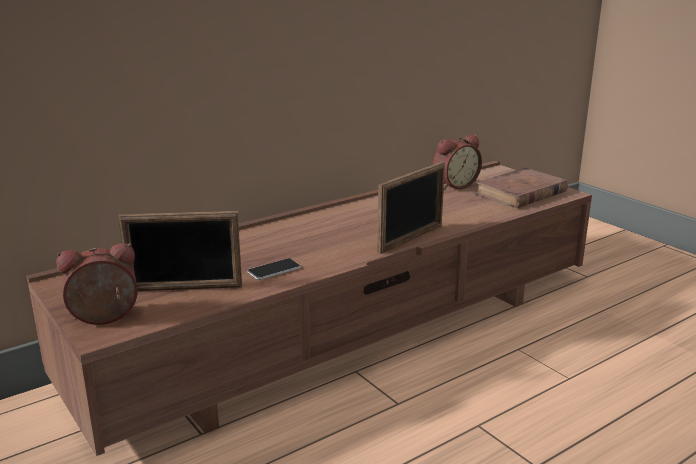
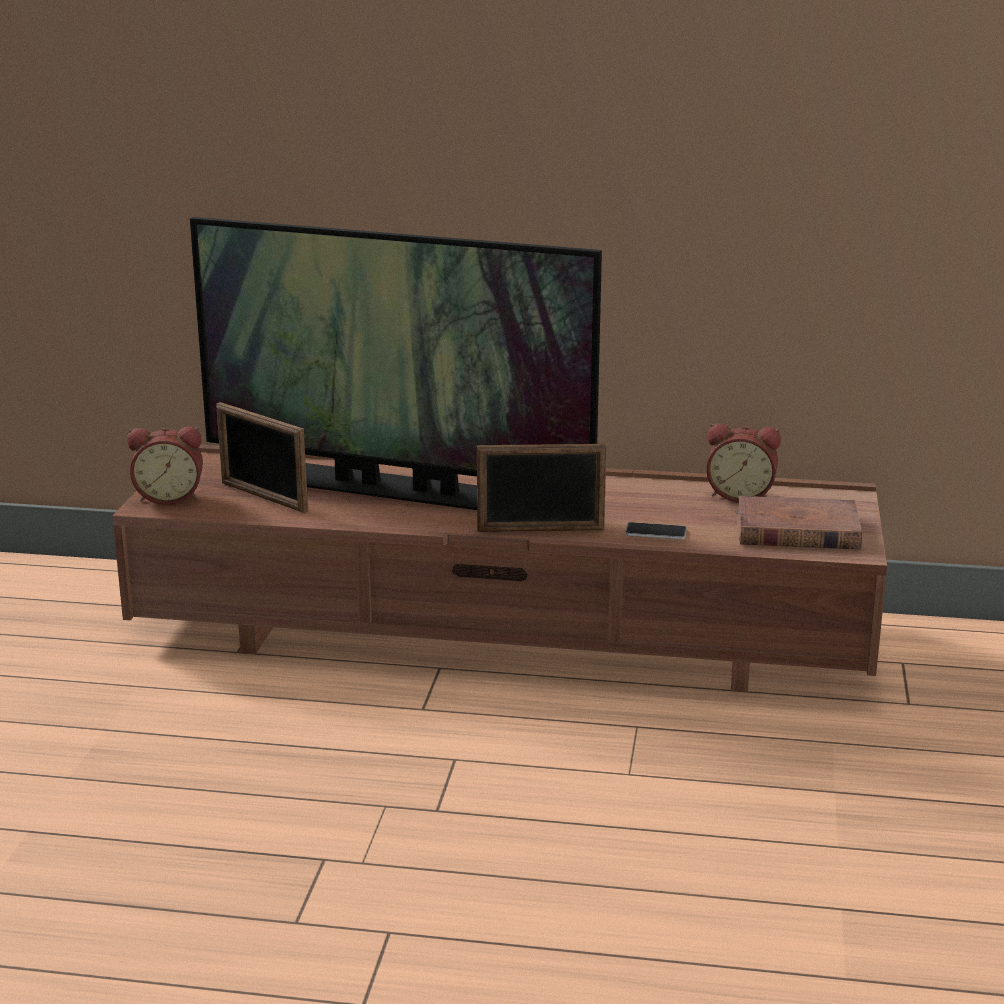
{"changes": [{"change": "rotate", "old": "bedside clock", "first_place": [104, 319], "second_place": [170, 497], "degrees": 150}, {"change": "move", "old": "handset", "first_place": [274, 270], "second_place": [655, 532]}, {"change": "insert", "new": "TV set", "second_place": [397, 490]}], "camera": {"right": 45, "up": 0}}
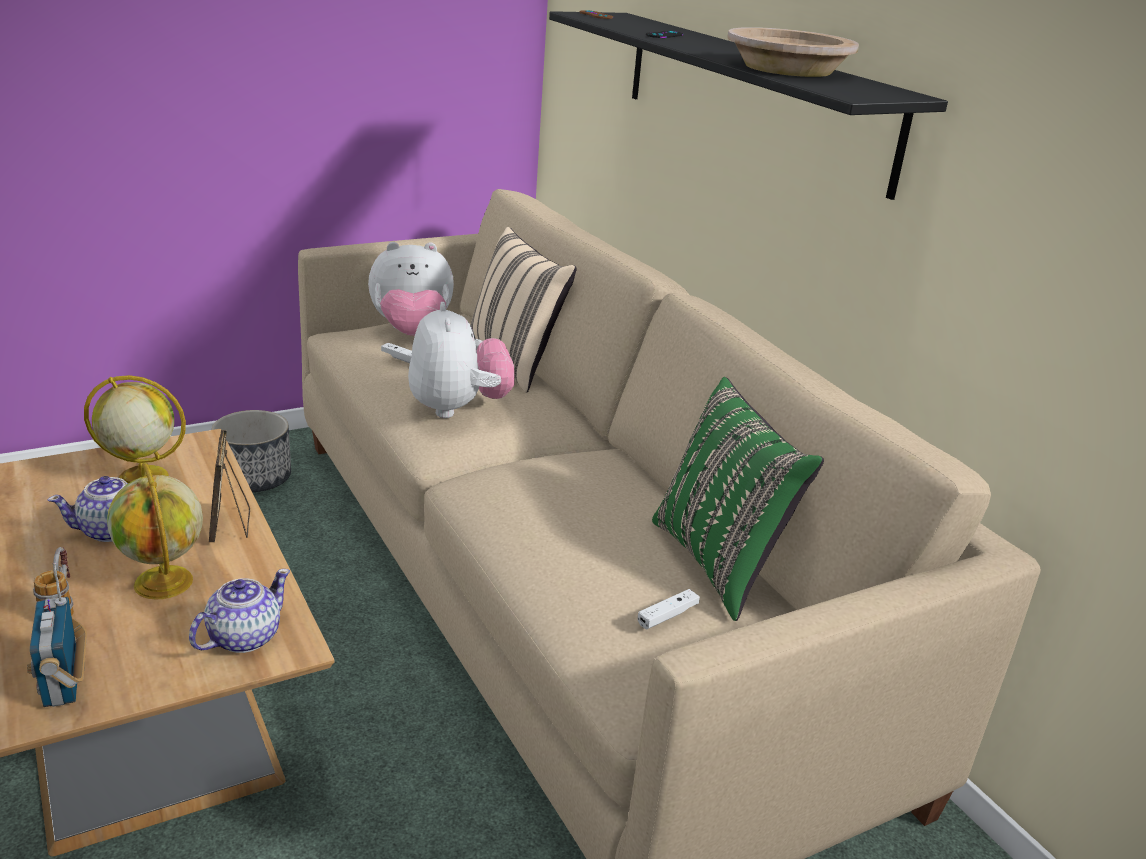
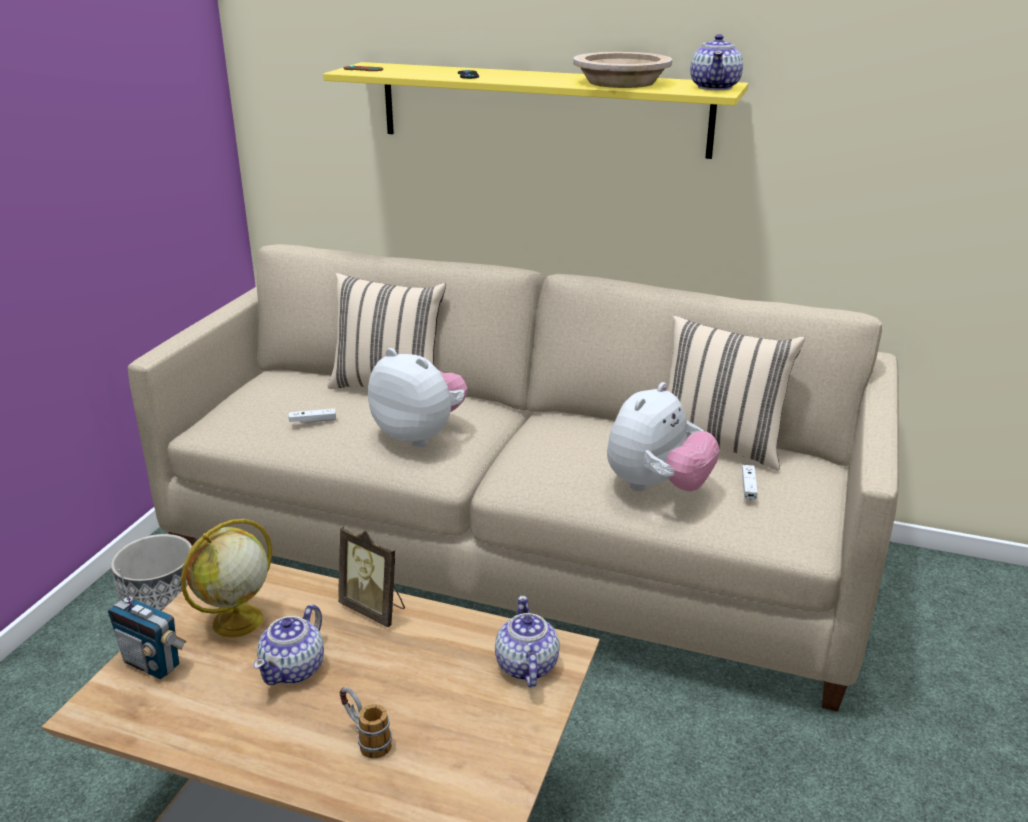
{"changes": [{"change": "recolor", "old": "blackish shelf", "new": "yellowish shelf", "first_place": [751, 95], "second_place": [542, 109]}, {"change": "move", "old": "plush toy", "first_place": [411, 332], "second_place": [657, 487]}, {"change": "recolor", "old": "green-coloured pillow", "new": "sand-coloured pillow", "first_place": [720, 563], "second_place": [719, 445]}, {"change": "delete", "old": "desk globe", "first_place": [164, 583]}, {"change": "move", "old": "radio", "first_place": [64, 685], "second_place": [153, 663]}, {"change": "insert", "new": "teapot", "second_place": [715, 87]}], "camera": {"right": -40, "up": 0}}
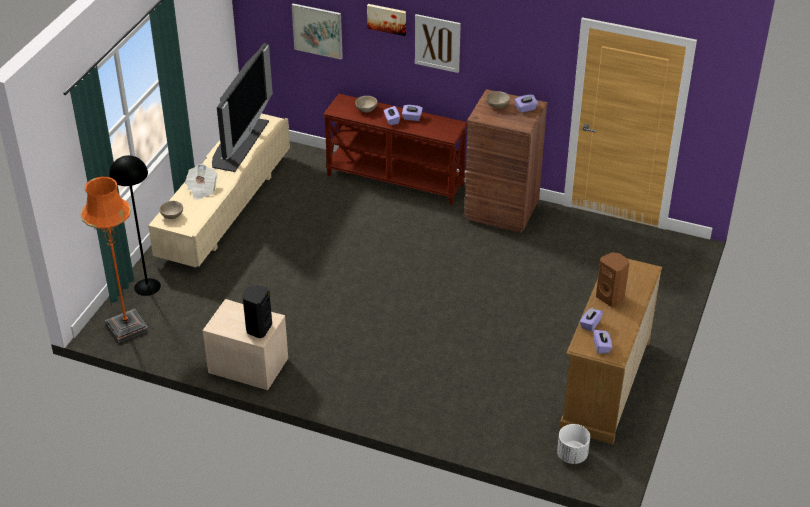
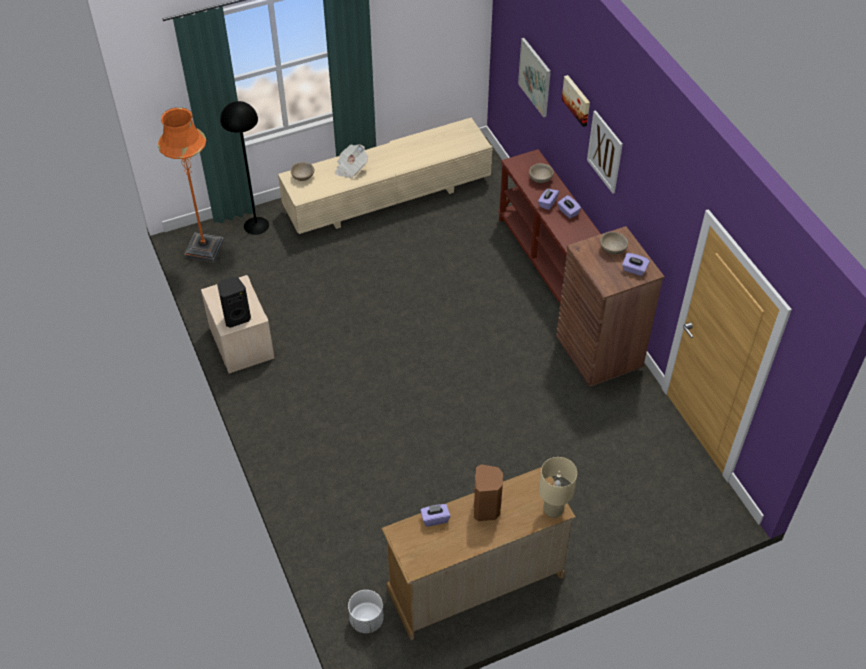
{"changes": [{"change": "delete", "old": "TV set", "first_place": [239, 143]}, {"change": "delete", "old": "purplish tissue box", "first_place": [601, 346]}, {"change": "insert", "new": "sand-coloured lamp for a table", "second_place": [553, 511]}], "camera": {"right": 45, "up": 10}}
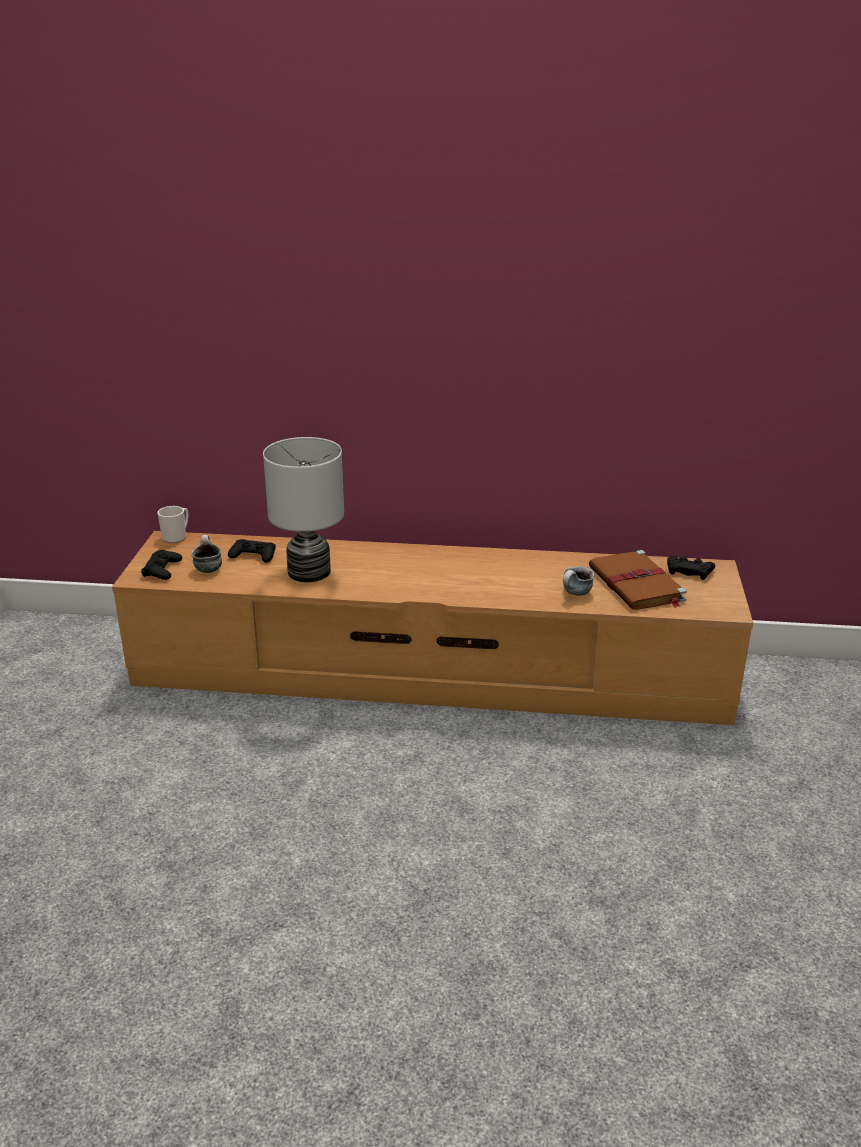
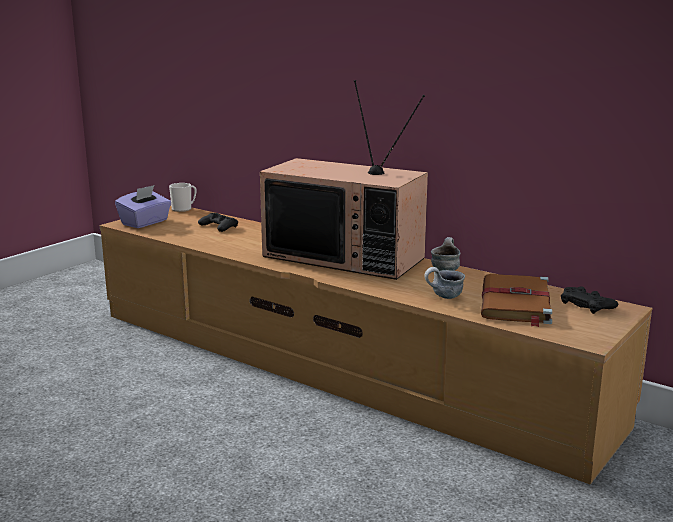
{"changes": [{"change": "delete", "old": "gray lamp for a table", "first_place": [309, 572]}, {"change": "move", "old": "coffee mug", "first_place": [207, 568], "second_place": [444, 269]}, {"change": "replace", "old": "blackish gamepad", "new": "purplish tissue box", "first_place": [162, 569], "second_place": [145, 222]}, {"change": "insert", "new": "TV set", "second_place": [346, 257]}], "camera": {"right": 30, "up": -10}}
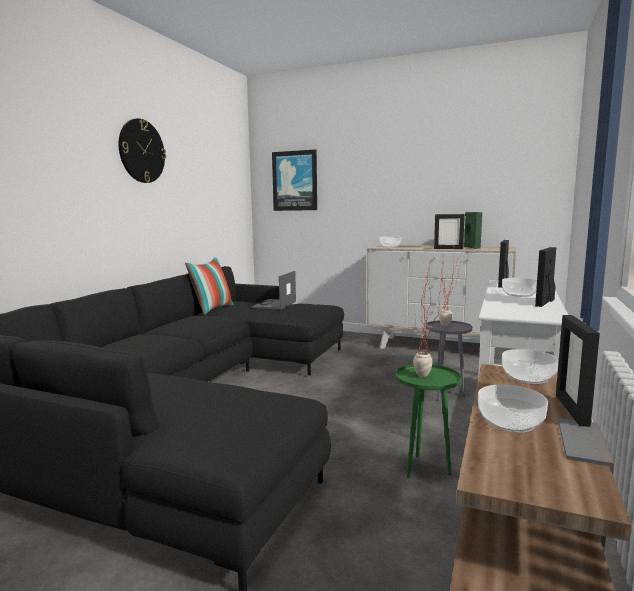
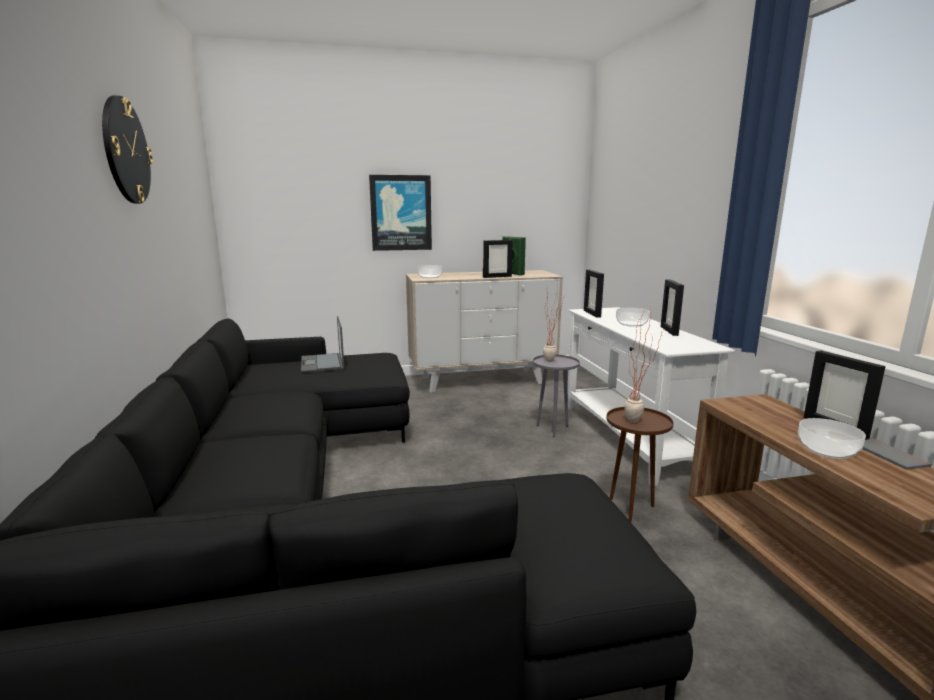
{"changes": [{"change": "move", "old": "picture", "first_place": [295, 181], "second_place": [401, 213]}, {"change": "delete", "old": "pillow", "first_place": [212, 309]}, {"change": "delete", "old": "bowl", "first_place": [528, 377]}, {"change": "recolor", "old": "green-coloured end table", "new": "brown end table", "first_place": [425, 468], "second_place": [630, 508]}], "camera": {"right": -35, "up": 5}}
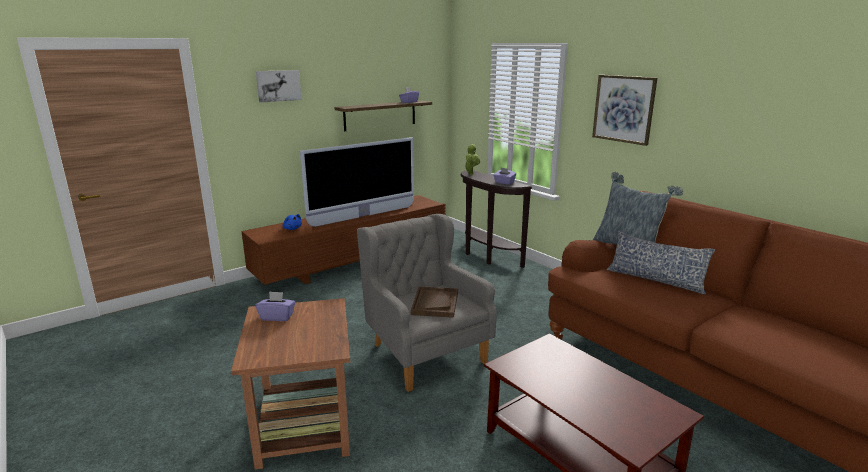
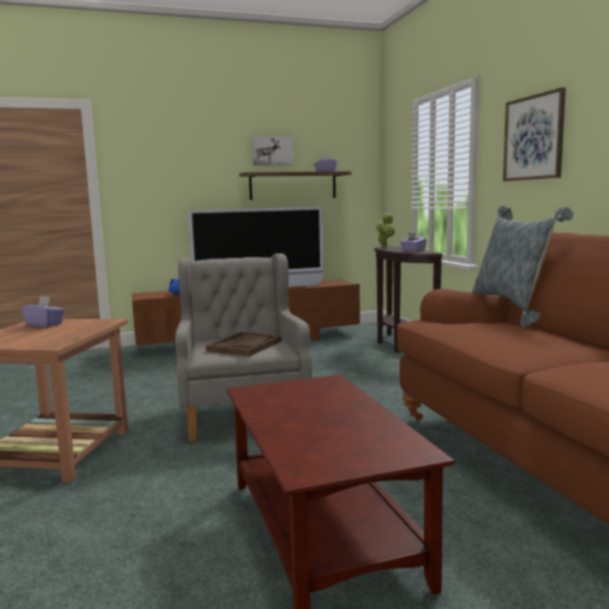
{"changes": [{"change": "move", "old": "picture", "first_place": [278, 85], "second_place": [272, 151]}, {"change": "delete", "old": "pillow", "first_place": [655, 279]}], "camera": {"right": 20, "up": -10}}
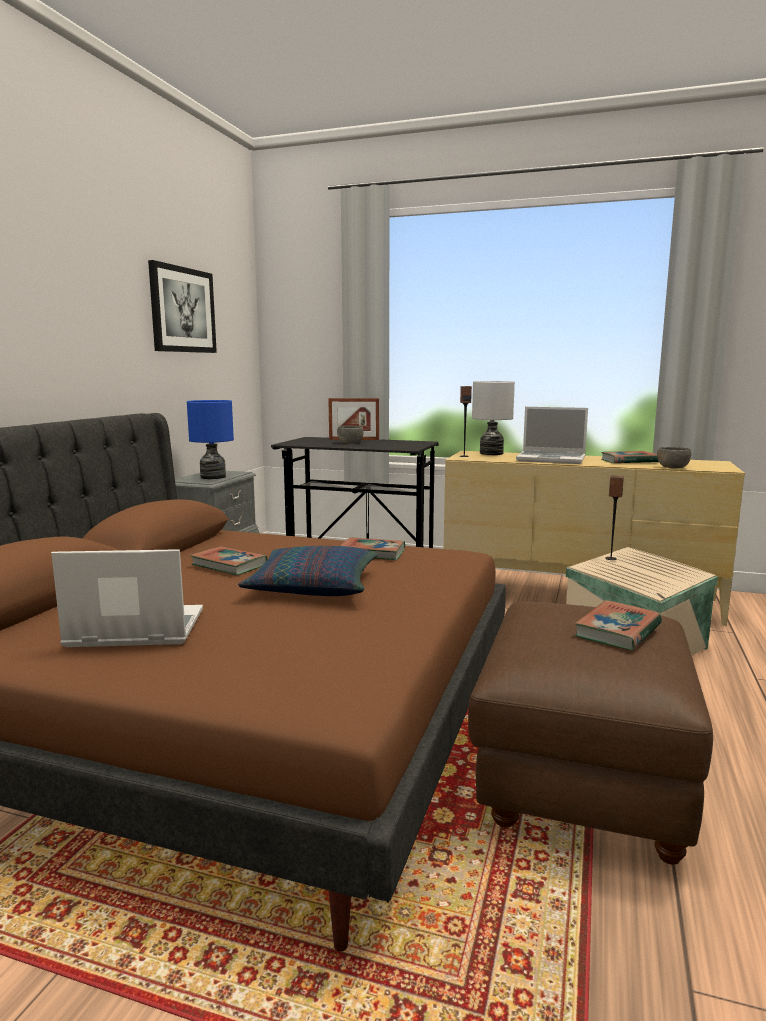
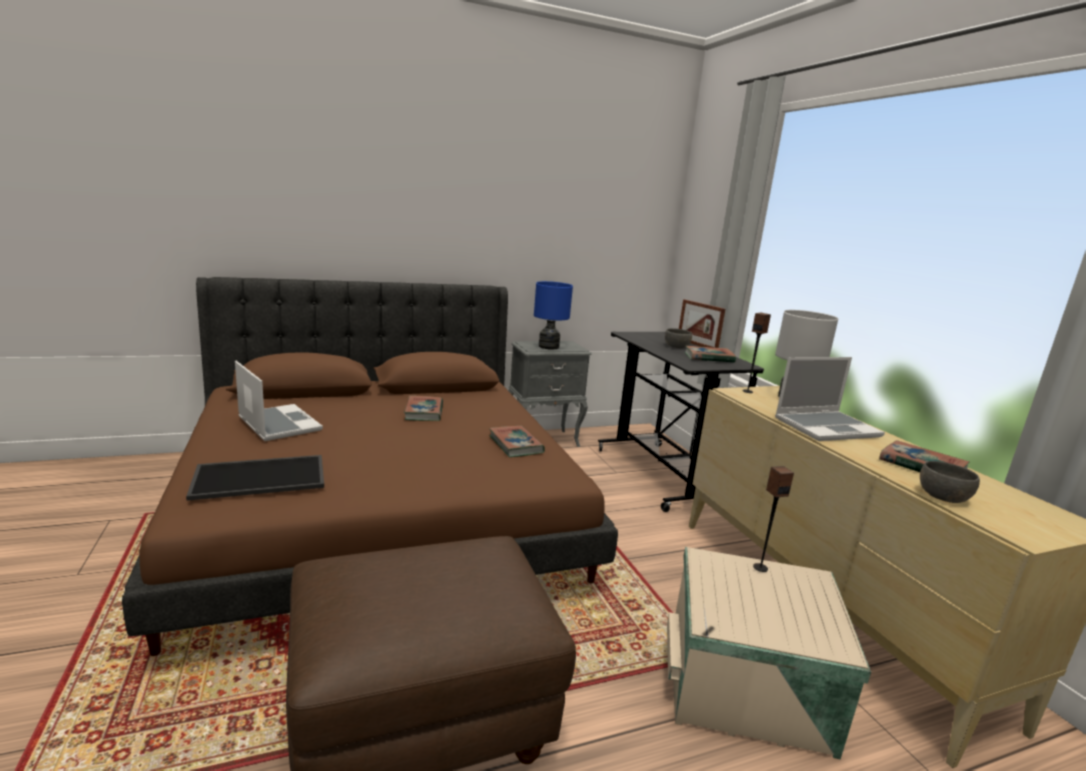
{"changes": [{"change": "delete", "old": "picture", "first_place": [182, 310]}, {"change": "rotate", "old": "notebook computer", "first_place": [552, 459], "second_place": [827, 427], "degrees": -90}, {"change": "delete", "old": "bluish pillow", "first_place": [313, 587]}, {"change": "move", "old": "book", "first_place": [618, 631], "second_place": [709, 358]}, {"change": "insert", "new": "serving tray", "second_place": [261, 476]}], "camera": {"right": 50, "up": 5}}
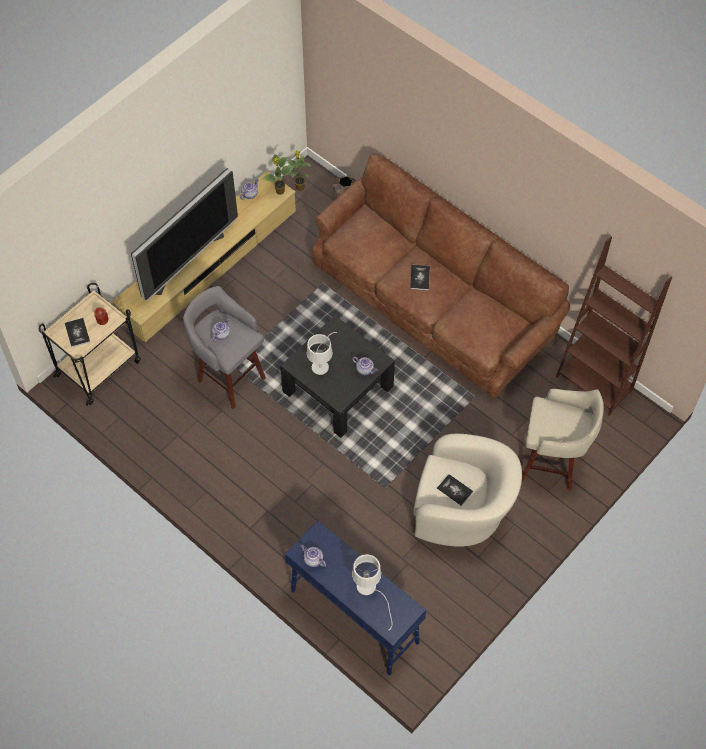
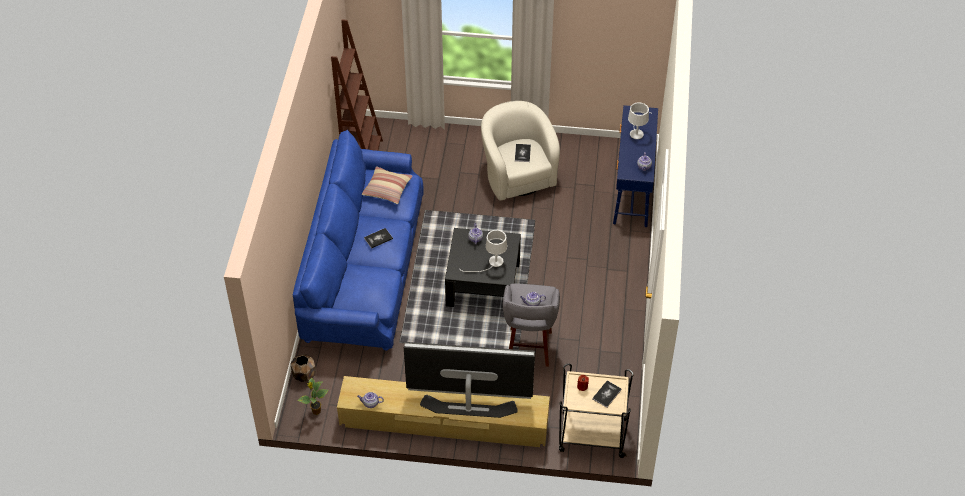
{"changes": [{"change": "delete", "old": "plant in a pot", "first_place": [279, 191]}, {"change": "recolor", "old": "brown settee", "new": "bluish settee", "first_place": [434, 303], "second_place": [364, 269]}, {"change": "delete", "old": "sand-coloured sitting stool", "first_place": [552, 465]}, {"change": "insert", "new": "pillow", "second_place": [387, 189]}], "camera": {"right": -125, "up": -10}}
